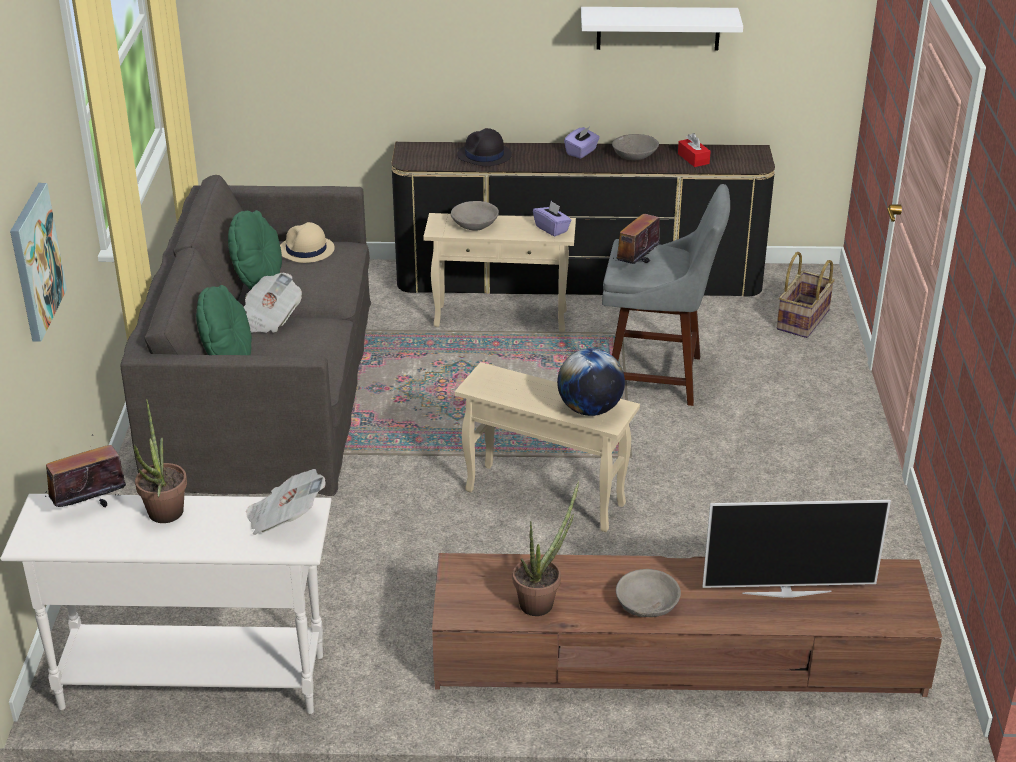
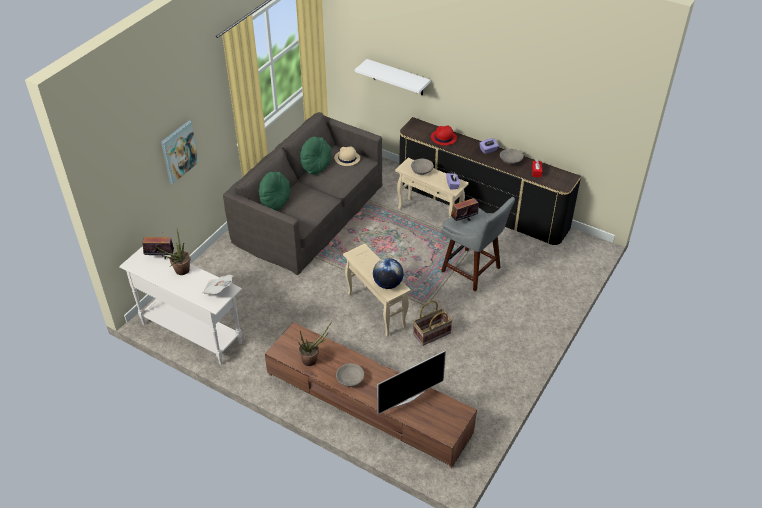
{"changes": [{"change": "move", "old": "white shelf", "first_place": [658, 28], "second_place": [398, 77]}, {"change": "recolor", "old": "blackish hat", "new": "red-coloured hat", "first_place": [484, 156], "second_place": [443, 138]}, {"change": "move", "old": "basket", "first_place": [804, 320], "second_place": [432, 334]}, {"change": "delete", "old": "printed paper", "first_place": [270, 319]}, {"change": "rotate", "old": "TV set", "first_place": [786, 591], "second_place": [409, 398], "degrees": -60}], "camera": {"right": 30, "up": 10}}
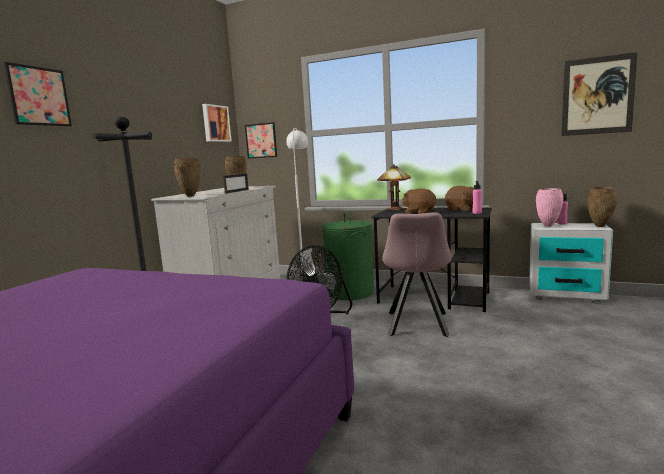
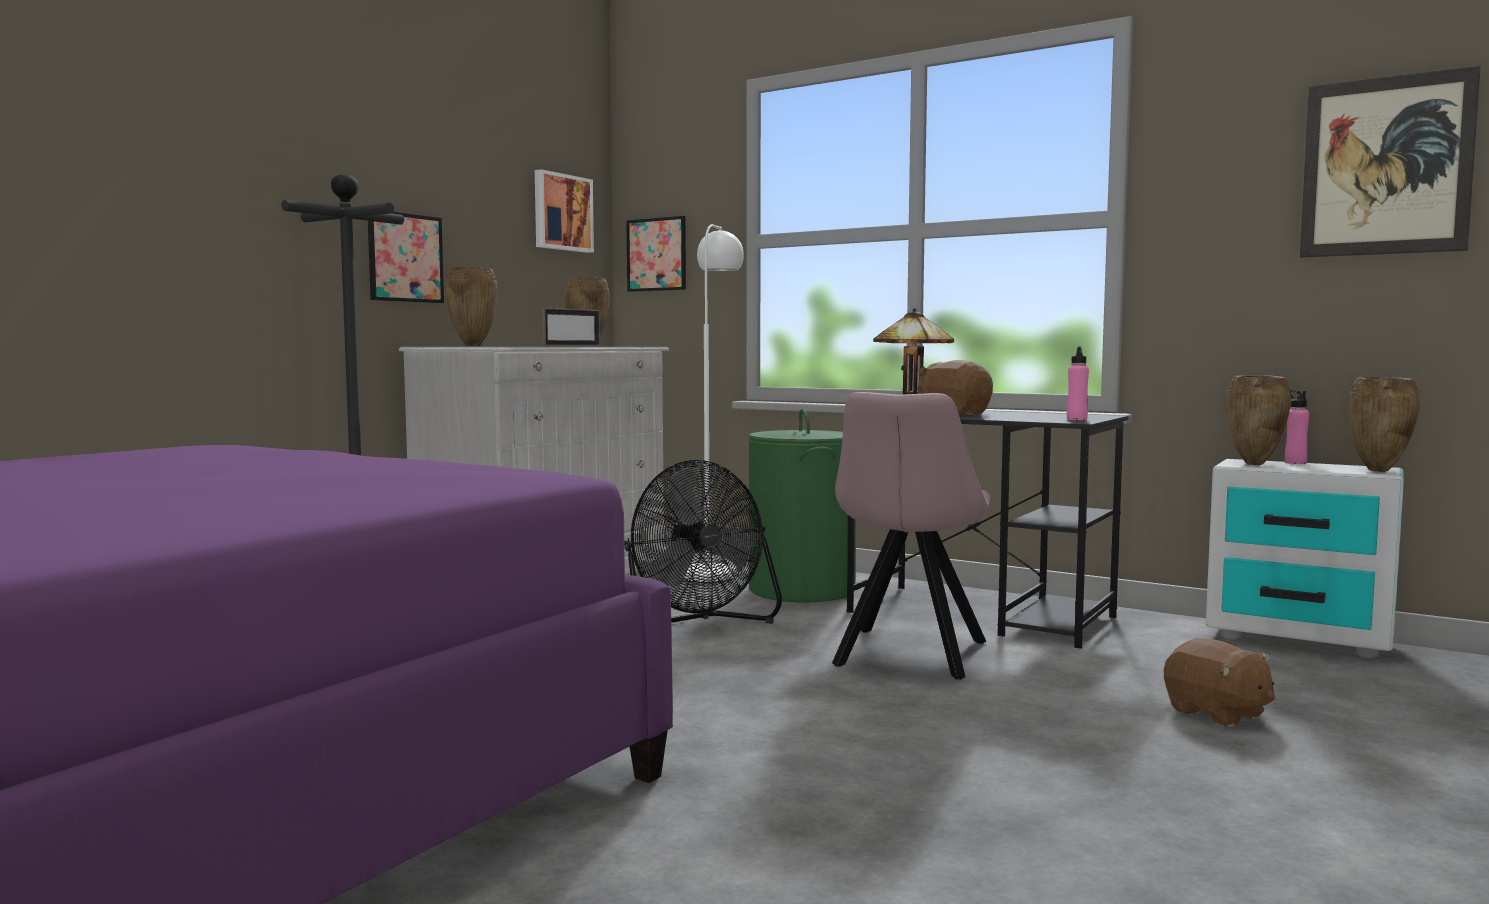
{"changes": [{"change": "move", "old": "picture", "first_place": [39, 96], "second_place": [405, 257]}, {"change": "move", "old": "brown plush toy", "first_place": [462, 209], "second_place": [1216, 713]}, {"change": "recolor", "old": "pink-coloured vase", "new": "brown vase", "first_place": [548, 226], "second_place": [1255, 464]}], "camera": {"right": 10, "up": -5}}
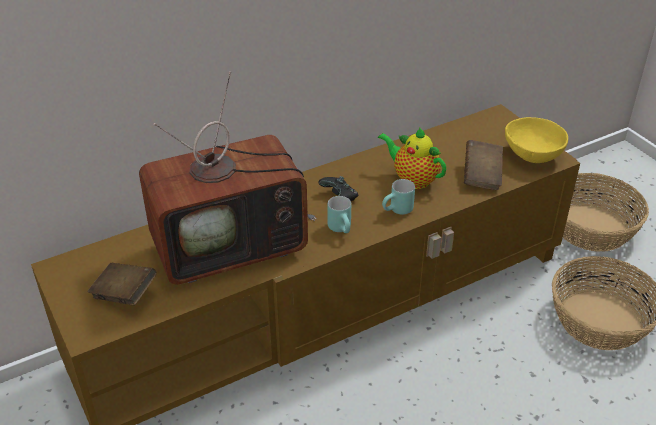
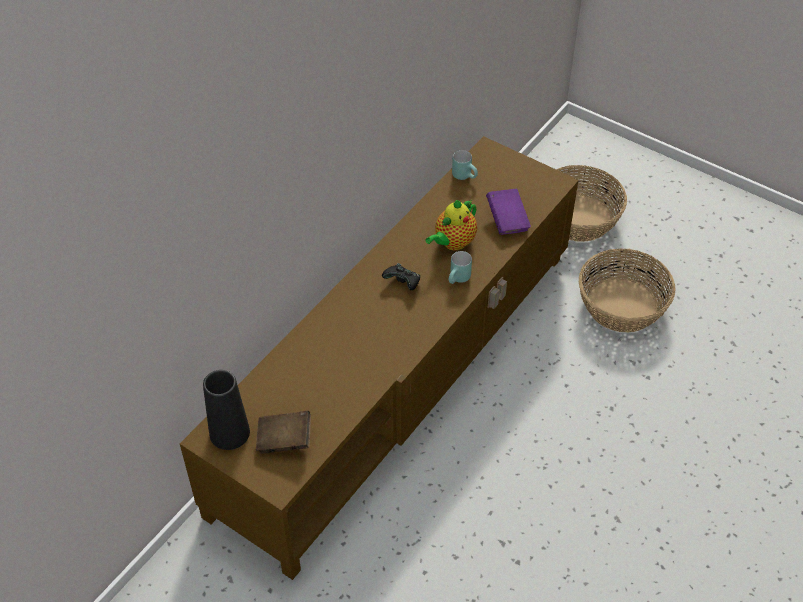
{"changes": [{"change": "delete", "old": "TV set", "first_place": [232, 244]}, {"change": "delete", "old": "yellowish bowl", "first_place": [533, 156]}, {"change": "rotate", "old": "teapot", "first_place": [413, 179], "second_place": [453, 243], "degrees": -60}, {"change": "recolor", "old": "brown book", "new": "purplish book", "first_place": [481, 176], "second_place": [507, 220]}, {"change": "move", "old": "blue-green coffee mug", "first_place": [342, 229], "second_place": [465, 176]}, {"change": "insert", "new": "blackish vase", "second_place": [229, 433]}], "camera": {"right": -25, "up": 10}}
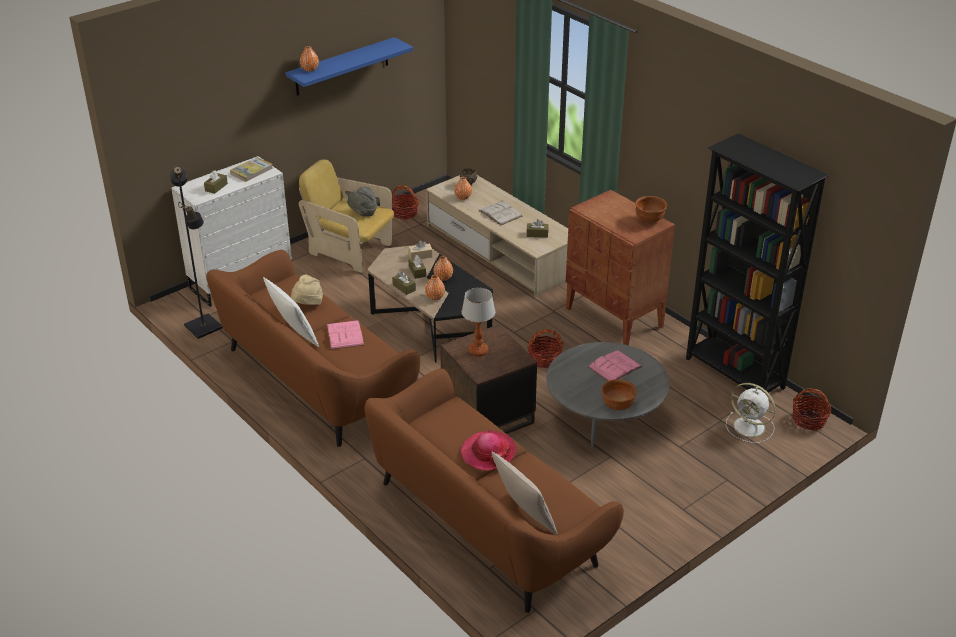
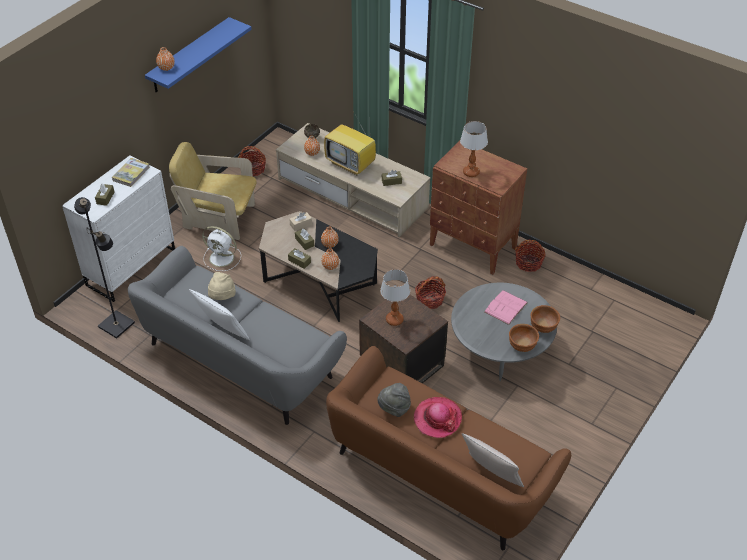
{"changes": [{"change": "delete", "old": "blackish shelving unit", "first_place": [734, 374]}, {"change": "move", "old": "gray hat", "first_place": [363, 213], "second_place": [394, 408]}, {"change": "move", "old": "brown bowl", "first_place": [649, 220], "second_place": [543, 328]}, {"change": "replace", "old": "white book", "new": "TV set", "first_place": [500, 213], "second_place": [351, 165]}, {"change": "recolor", "old": "brown settee", "new": "gray settee", "first_place": [313, 380], "second_place": [238, 362]}, {"change": "delete", "old": "pink-coloured book", "first_place": [345, 335]}, {"change": "move", "old": "white electric fan", "first_place": [750, 427], "second_place": [223, 258]}, {"change": "move", "old": "basket", "first_place": [809, 420], "second_place": [528, 263]}, {"change": "insert", "new": "lamp for a table", "second_place": [471, 172]}], "camera": {"right": -15, "up": 10}}
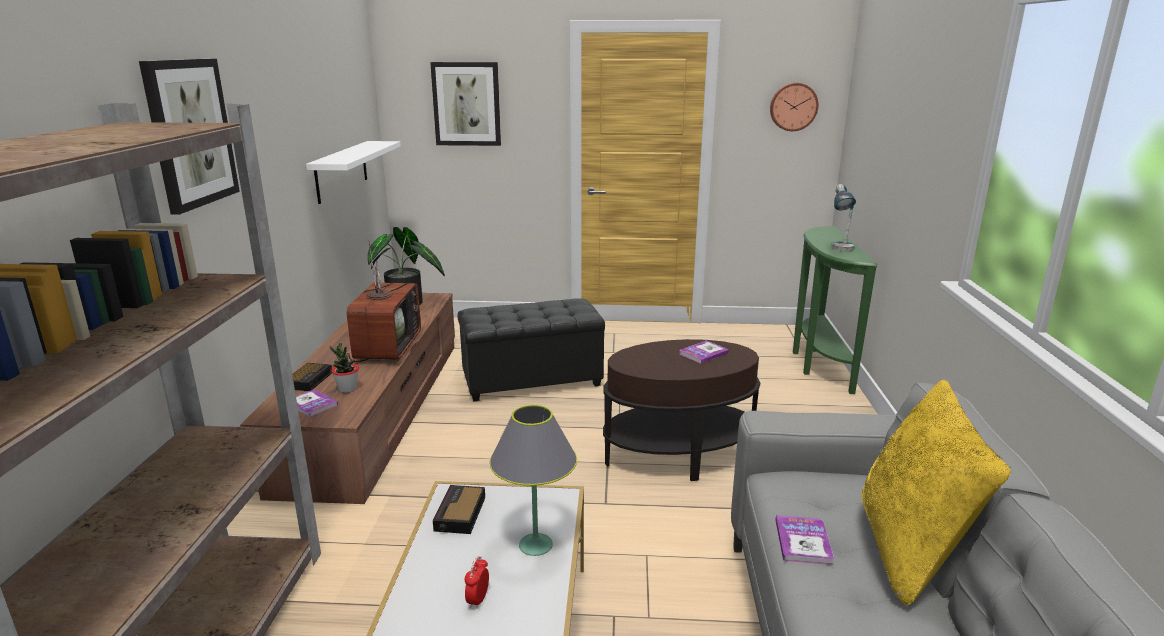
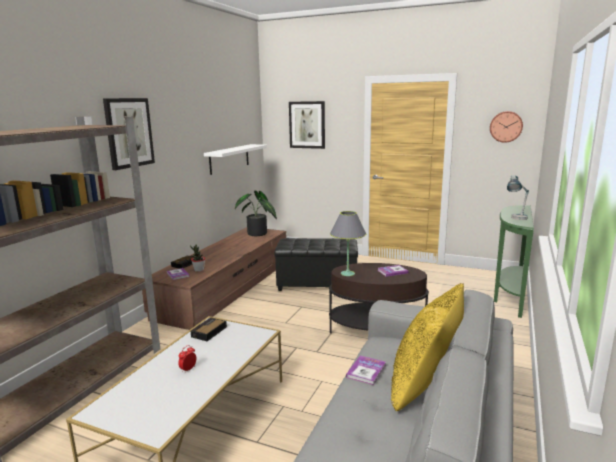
{"changes": [{"change": "delete", "old": "TV set", "first_place": [386, 347]}, {"change": "move", "old": "gray lamp for a table", "first_place": [535, 545], "second_place": [347, 273]}], "camera": {"right": 20, "up": -5}}
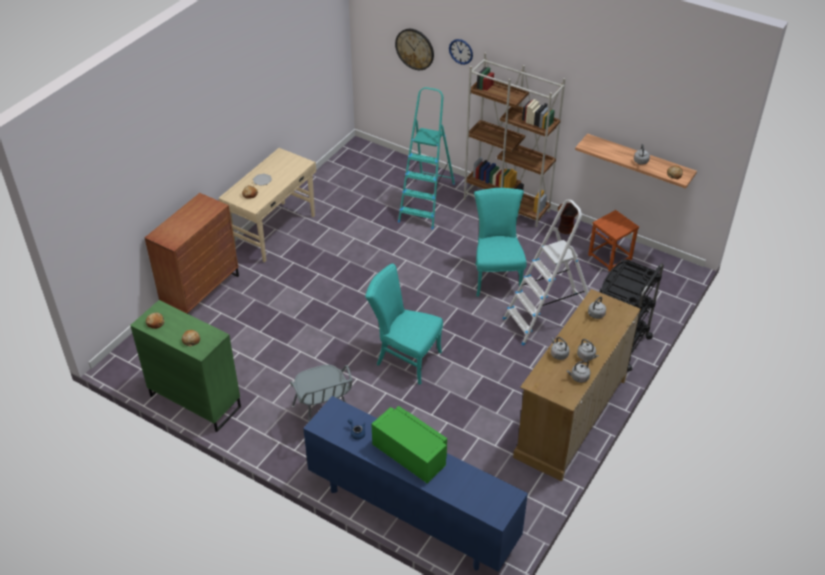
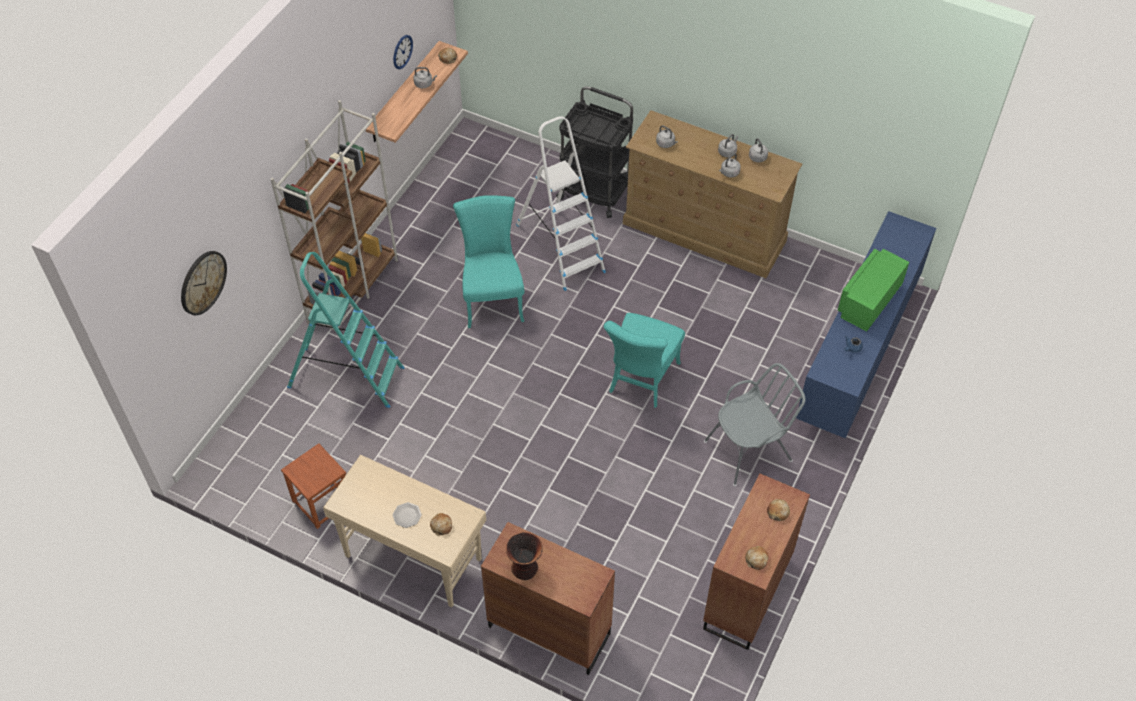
{"changes": [{"change": "move", "old": "hanging clock", "first_place": [461, 51], "second_place": [402, 52]}, {"change": "rotate", "old": "blue-green chair", "first_place": [496, 276], "second_place": [492, 298], "degrees": 90}, {"change": "move", "old": "vase", "first_place": [565, 229], "second_place": [525, 568]}, {"change": "move", "old": "brown sitting stool", "first_place": [610, 257], "second_place": [322, 501]}, {"change": "recolor", "old": "green-coloured drawer chest", "new": "brown drawer chest", "first_place": [194, 401], "second_place": [747, 594]}], "camera": {"right": -95, "up": 10}}
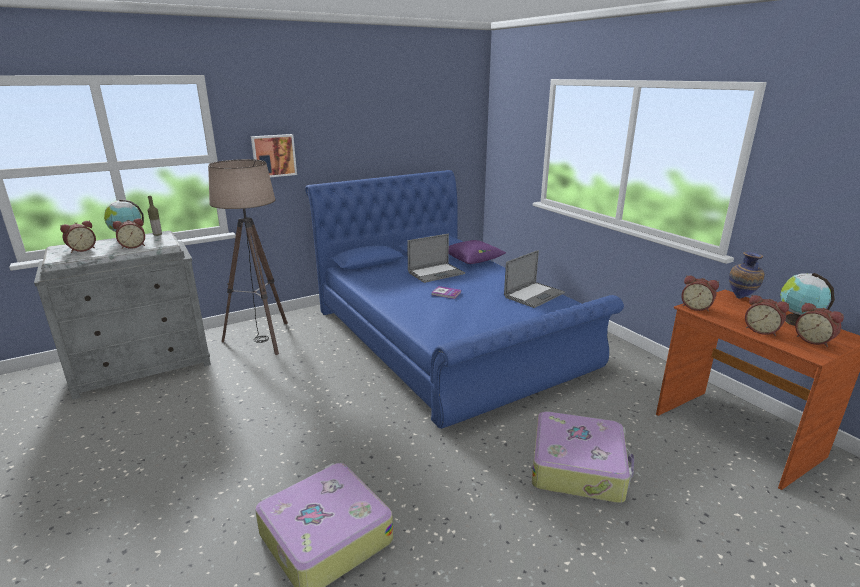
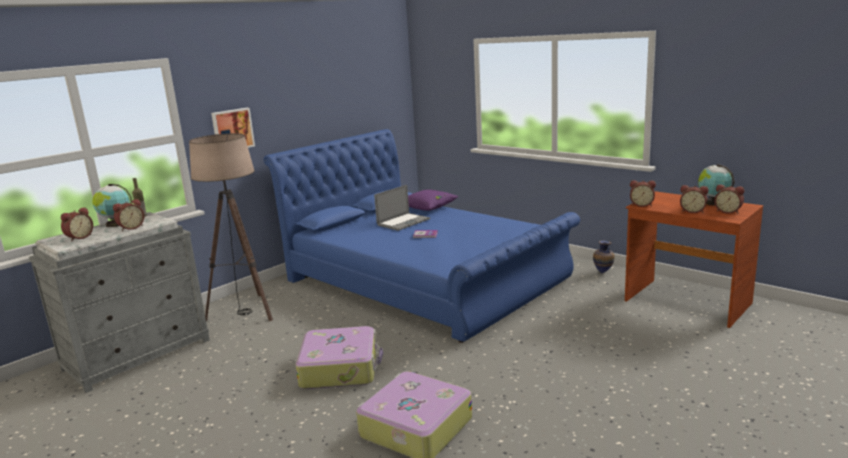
{"changes": [{"change": "delete", "old": "notebook computer", "first_place": [534, 295]}, {"change": "move", "old": "vase", "first_place": [741, 298], "second_place": [603, 272]}, {"change": "move", "old": "suitcase", "first_place": [578, 467], "second_place": [340, 368]}], "camera": {"right": -15, "up": -5}}
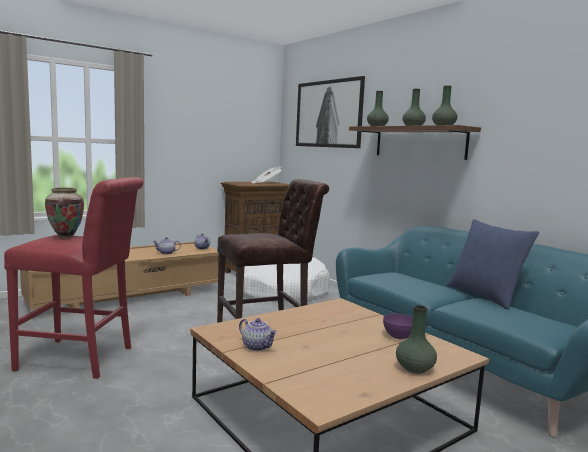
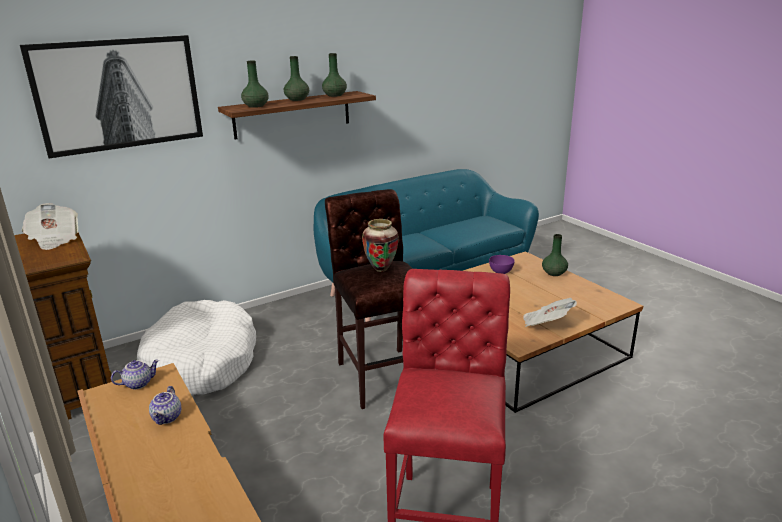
{"changes": [{"change": "move", "old": "vase", "first_place": [66, 237], "second_place": [381, 269]}, {"change": "delete", "old": "bluish pillow", "first_place": [485, 296]}, {"change": "replace", "old": "teapot", "new": "printed paper", "first_place": [257, 347], "second_place": [546, 324]}], "camera": {"right": -85, "up": 15}}
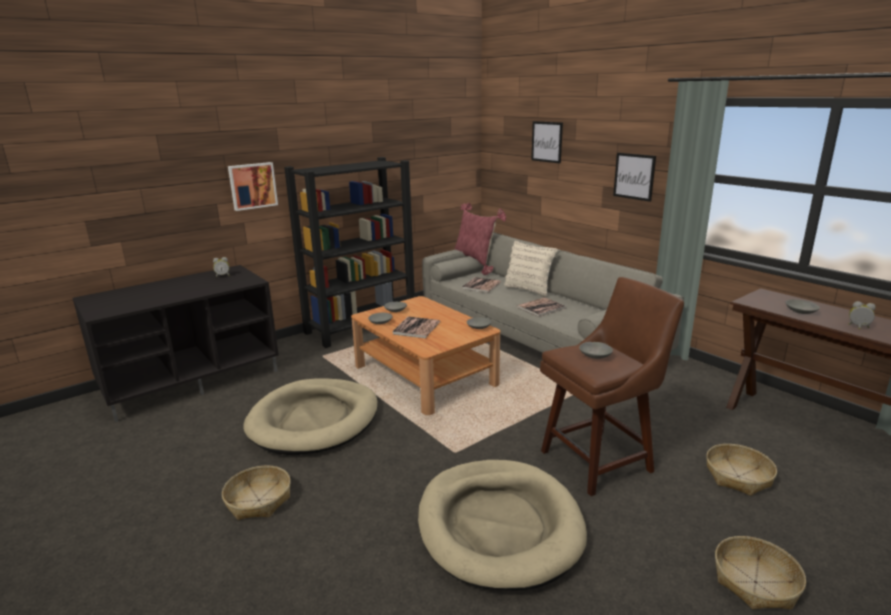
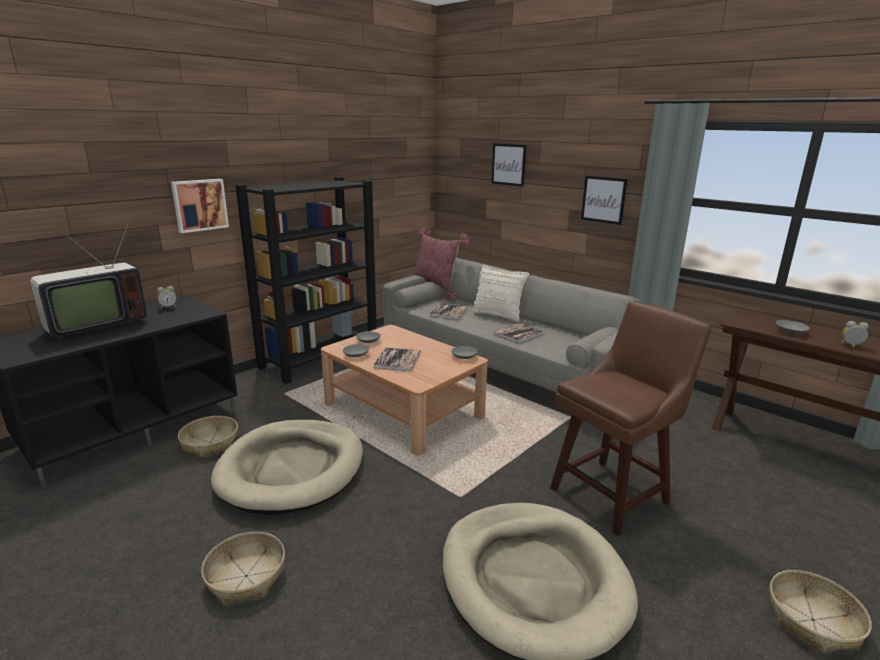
{"changes": [{"change": "delete", "old": "gray bowl", "first_place": [595, 355]}, {"change": "move", "old": "basket", "first_place": [738, 476], "second_place": [210, 443]}, {"change": "insert", "new": "TV set", "second_place": [94, 326]}], "camera": {"right": -10, "up": 0}}
